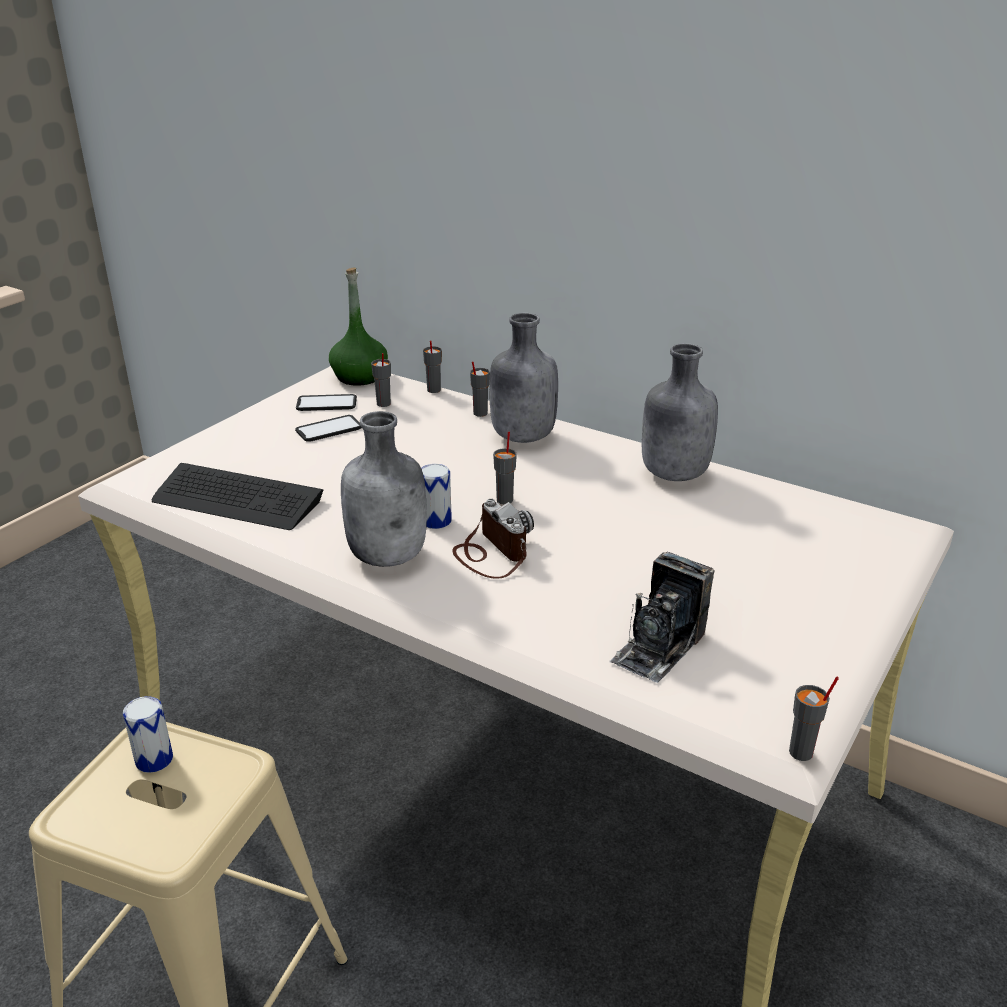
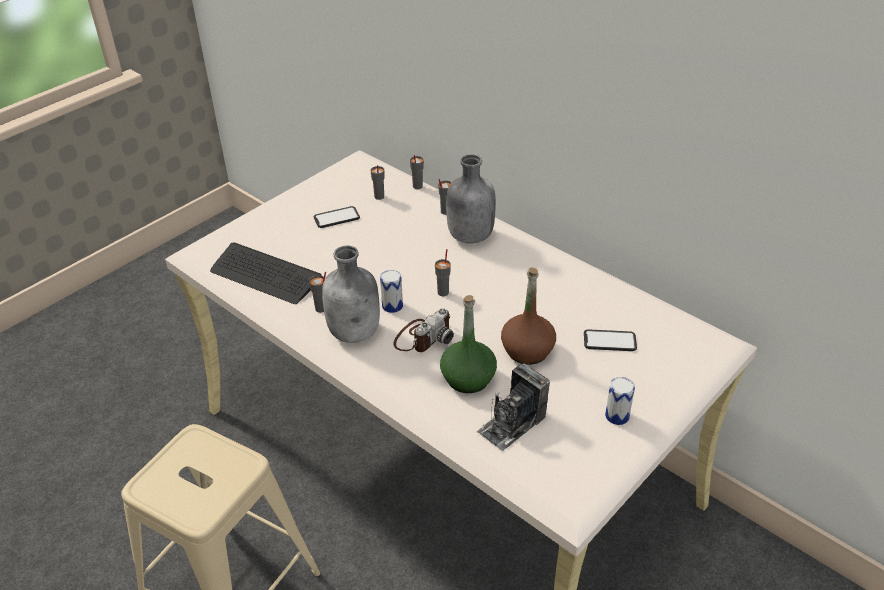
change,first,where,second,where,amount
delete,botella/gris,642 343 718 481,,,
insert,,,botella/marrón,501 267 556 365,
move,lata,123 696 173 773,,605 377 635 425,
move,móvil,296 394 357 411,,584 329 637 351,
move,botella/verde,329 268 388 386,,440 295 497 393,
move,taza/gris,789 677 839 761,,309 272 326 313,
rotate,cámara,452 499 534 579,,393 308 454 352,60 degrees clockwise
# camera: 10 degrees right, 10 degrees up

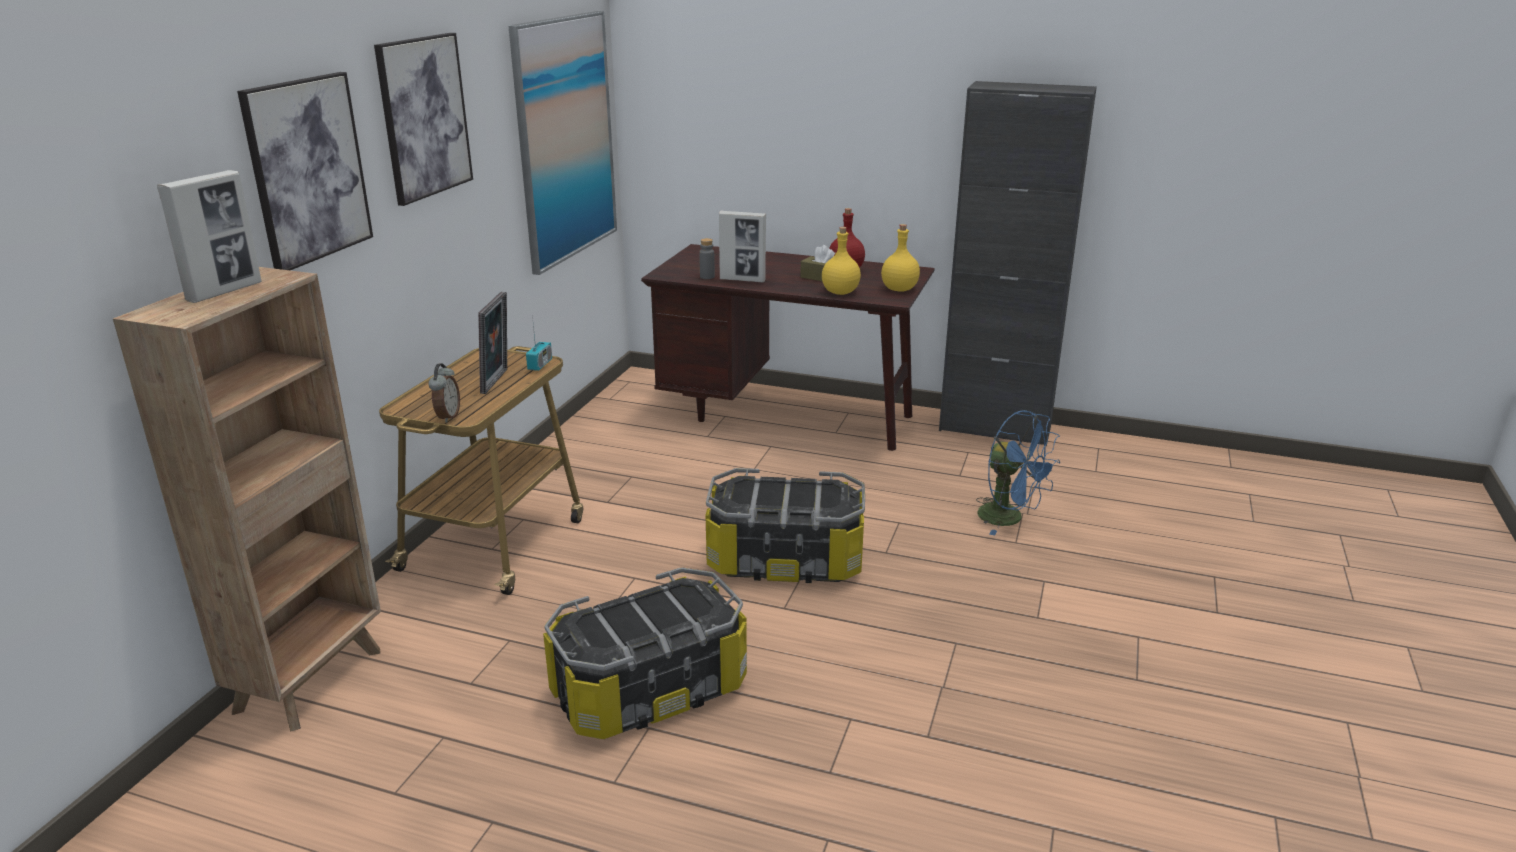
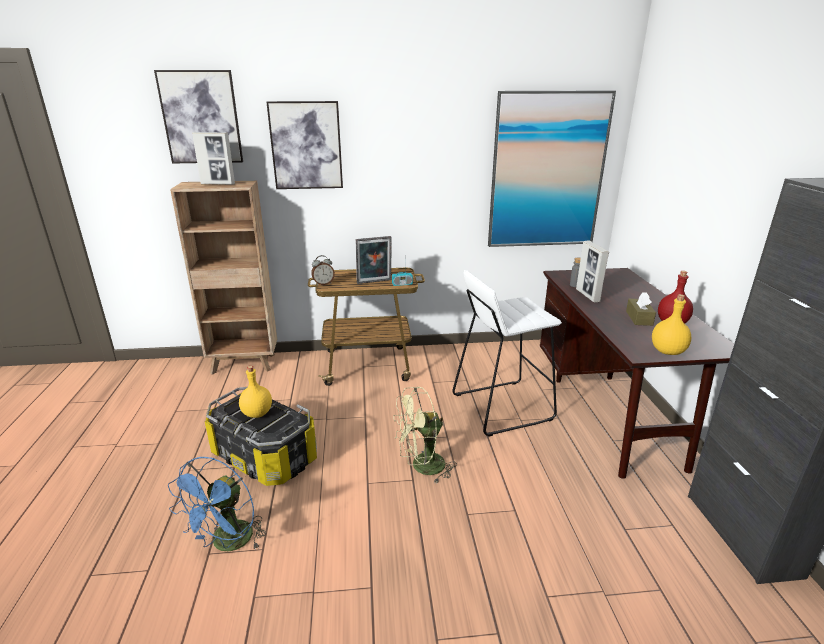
change,first,where,second,where,amount
insert,,,taburete/blanco,452 270 562 437,
move,cuadro,374 33 473 206,,154 70 243 164,
move,botella/amarillo,822 227 861 295,,239 366 272 418,
move,ventilador/azul,976 410 1060 535,,168 457 266 551,
replace,caja de almacenaje,706 468 865 583,ventilador/verde,393 387 457 484,
# camera: 65 degrees right, 0 degrees up

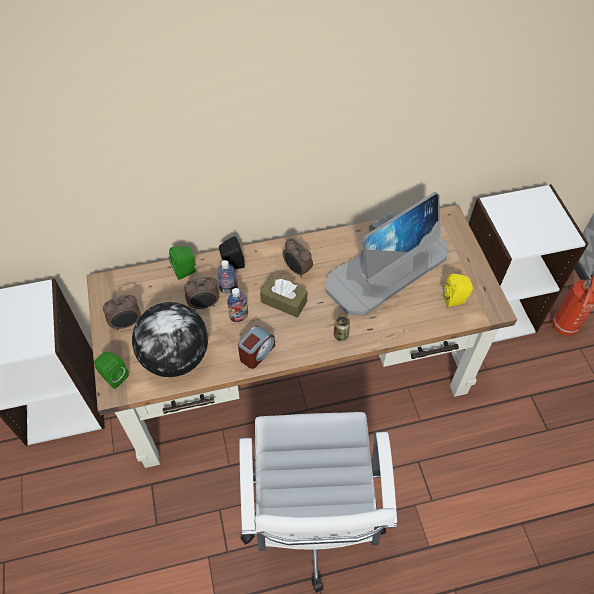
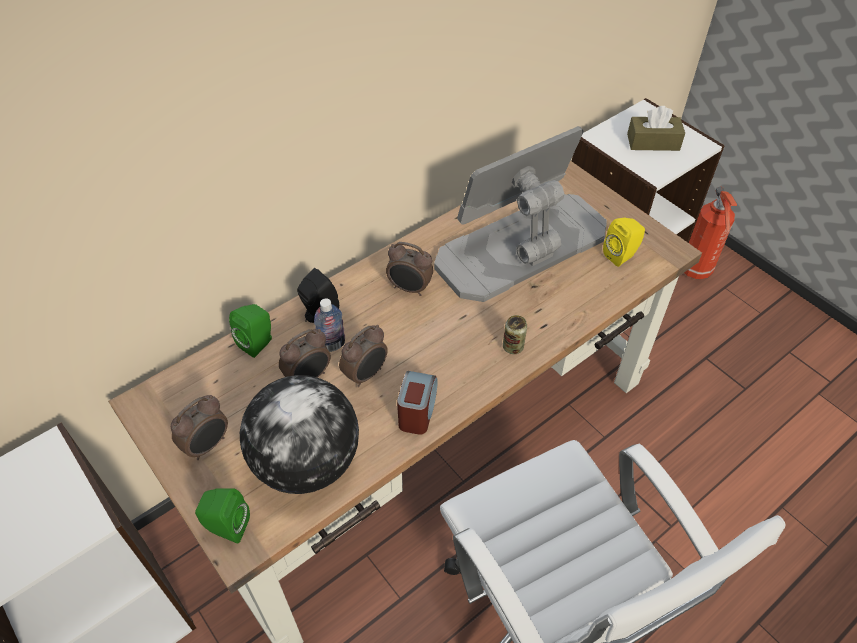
change,first,where,second,where,amount
move,caja de pañuelos/marrón,260 276 307 318,,627 106 685 151,
replace,botella,227 288 248 322,despertador,339 325 388 387,
rotate,monitor,325 192 447 316,,434 126 607 302,150 degrees counterclockwise
# camera: 25 degrees left, 5 degrees down

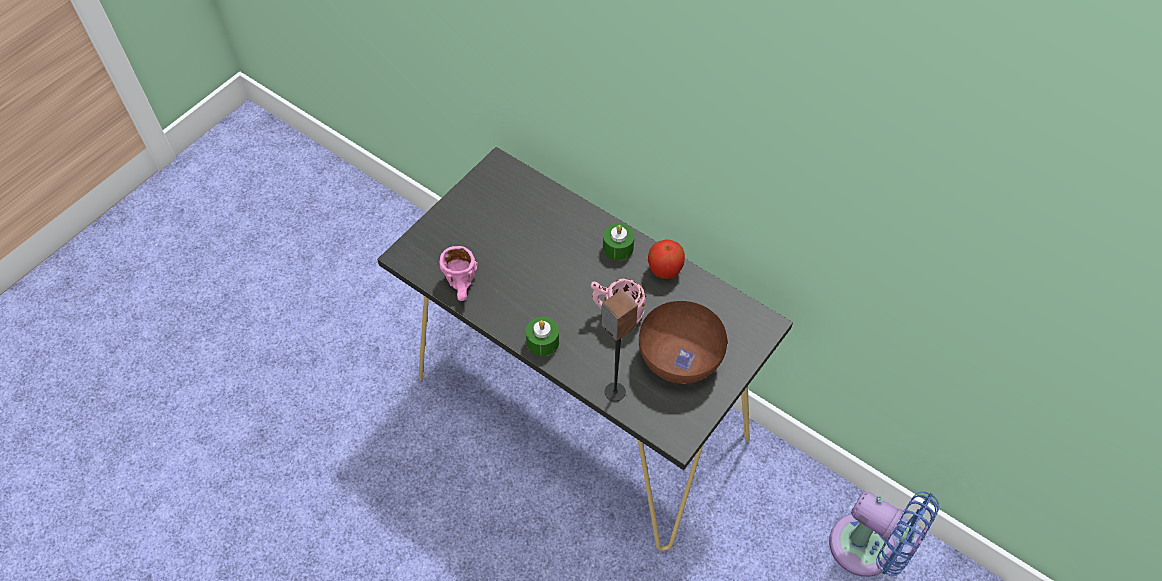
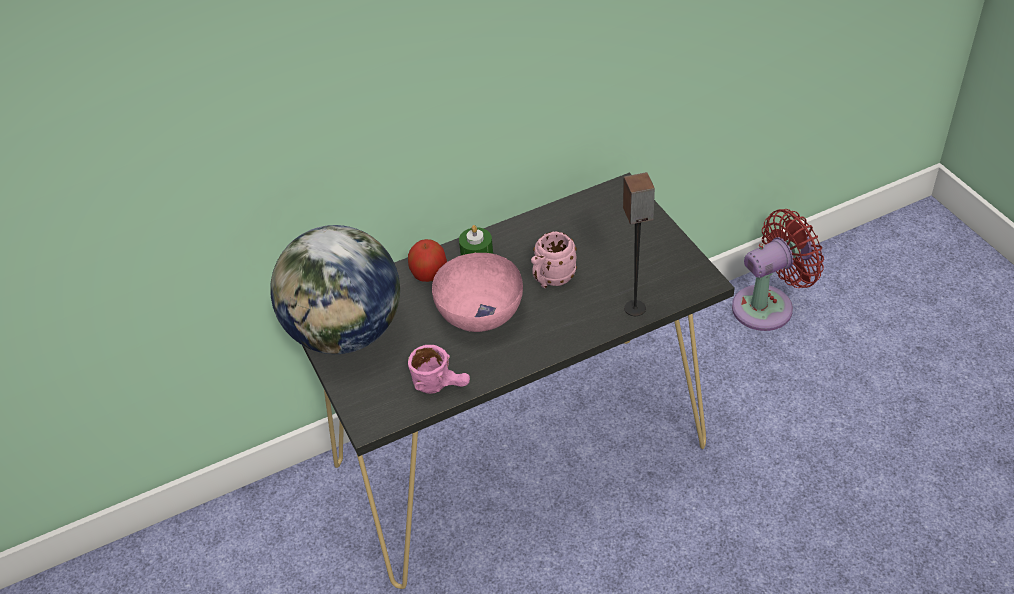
change,first,where,second,where,amount
delete,vela/verde,526 317 559 356,,,
delete,cuenco/marrón,639 301 727 384,,,
insert,,,globo terráqueo,270 225 400 354,
insert,,,cuenco/rosa,432 253 523 332,
move,manzana,648 239 685 279,,408 239 447 282,
recolor,ventilador/azul,829 492 939 577,ventilador/rojo,732 209 824 331,
# camera: 60 degrees left, 10 degrees down

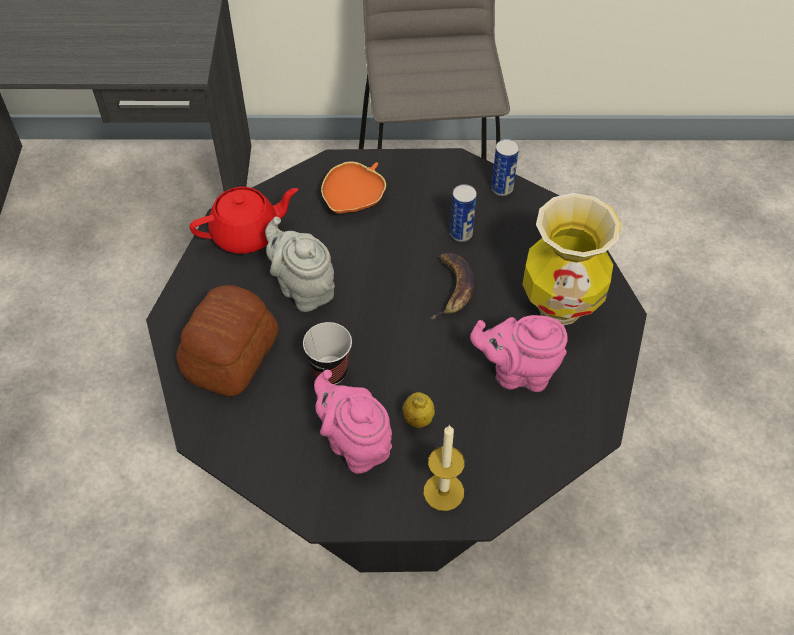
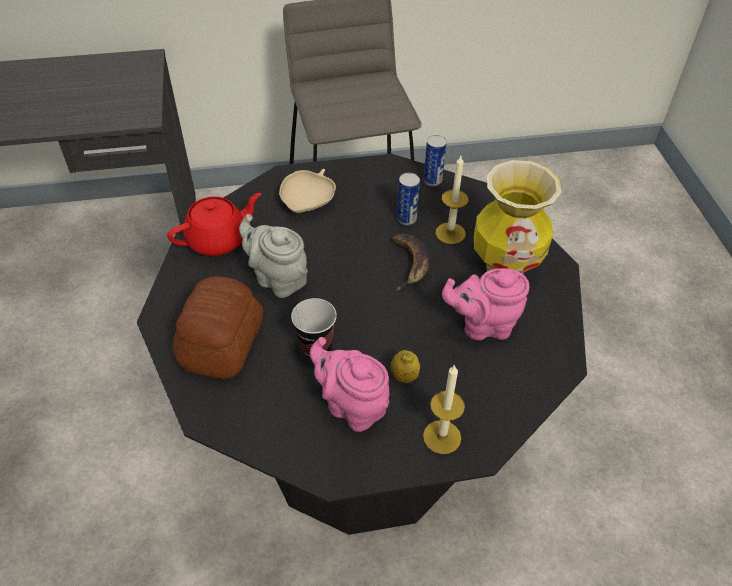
change,first,where,second,where,amount
insert,,,vela,436 156 469 244,
recolor,cuenco/naranja,321 162 386 214,cuenco/beis,279 169 336 213,
# camera: 10 degrees left, 5 degrees down

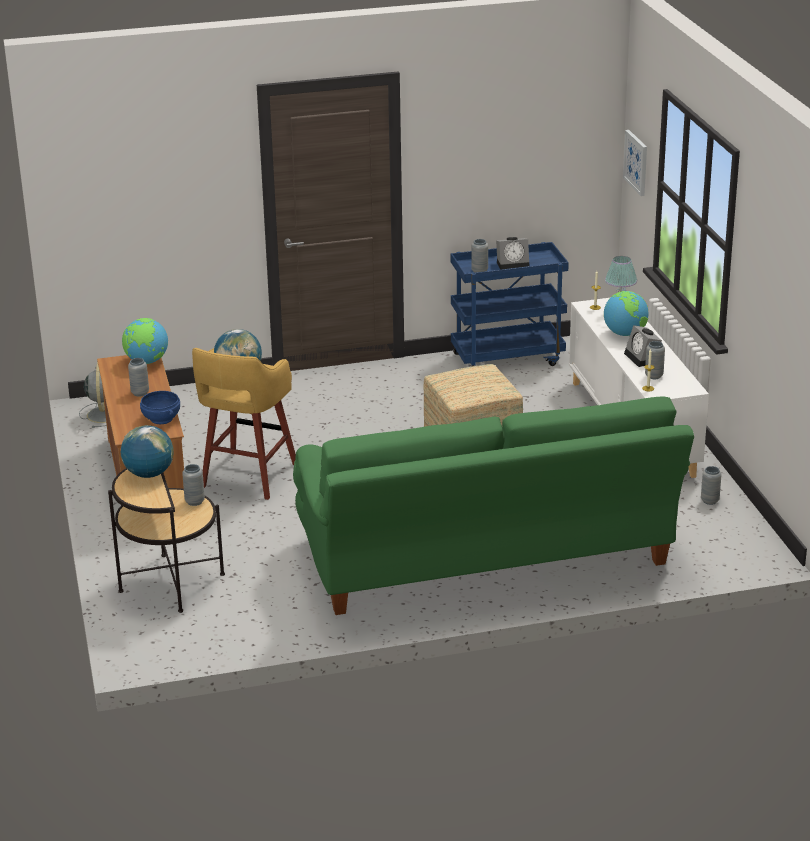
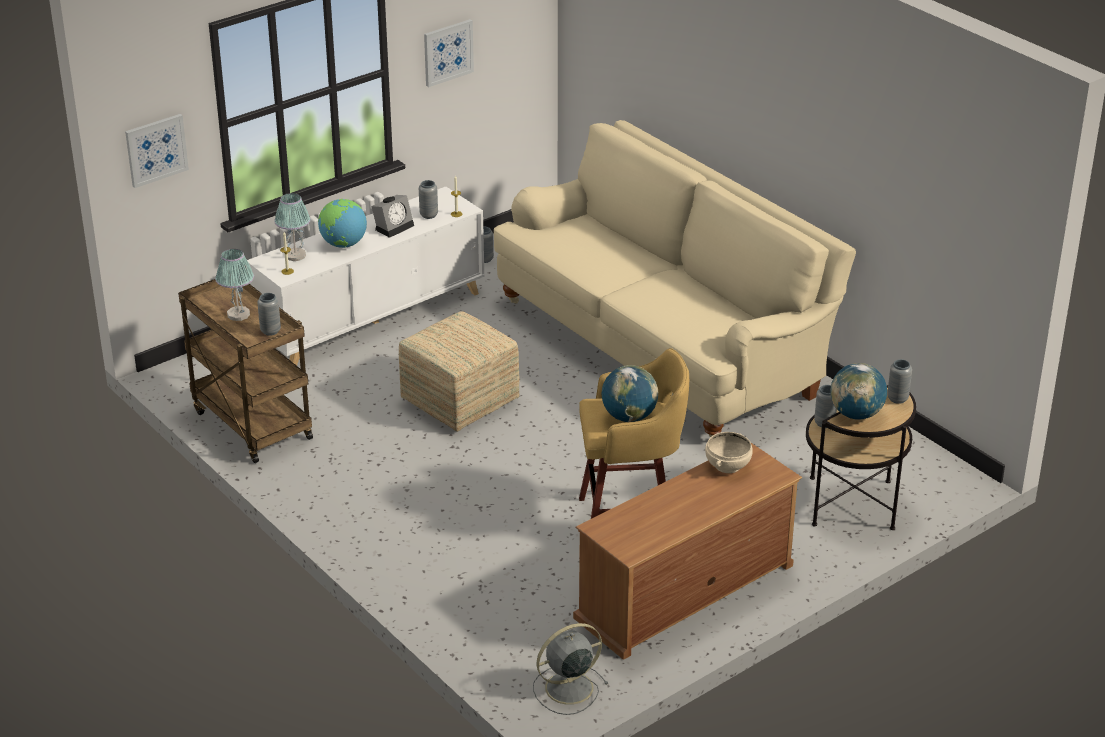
change,first,where,second,where,amount
delete,globo terráqueo,122 318 168 364,,,
insert,,,cuadro,424 19 474 87,
move,florero/gris,128 358 149 397,,887 359 912 404,
replace,despertador,496 237 529 270,lámpara de mesa,215 249 254 321,
recolor,cuenco/azul,140 391 180 424,cuenco/beis,705 432 753 473,
recolor,sofá/verde,293 397 694 615,sofá/beis,494 120 856 437,
recolor,carrito/azul,451 242 569 366,carrito/marrón,178 279 313 463,
# camera: 115 degrees left, 5 degrees up

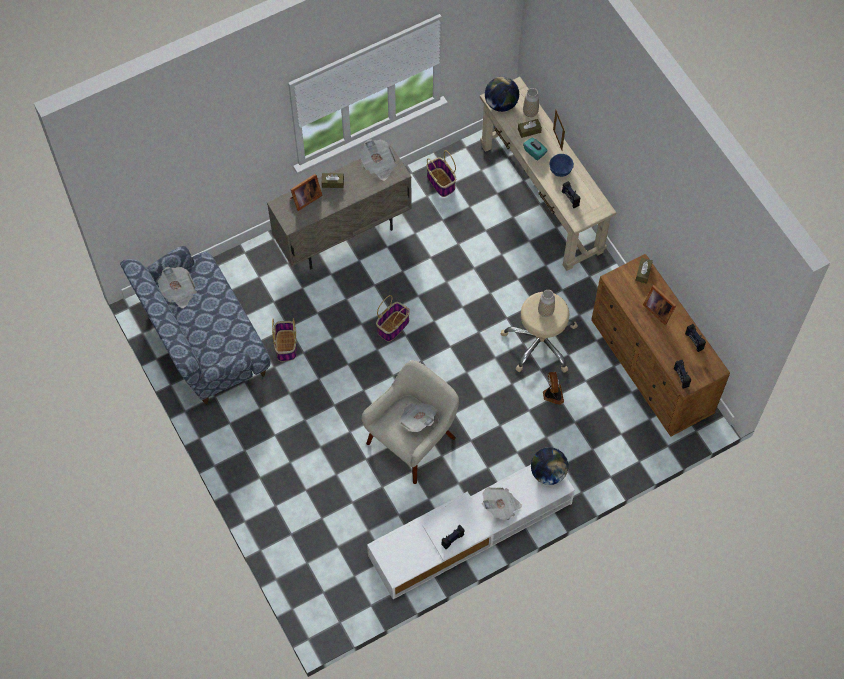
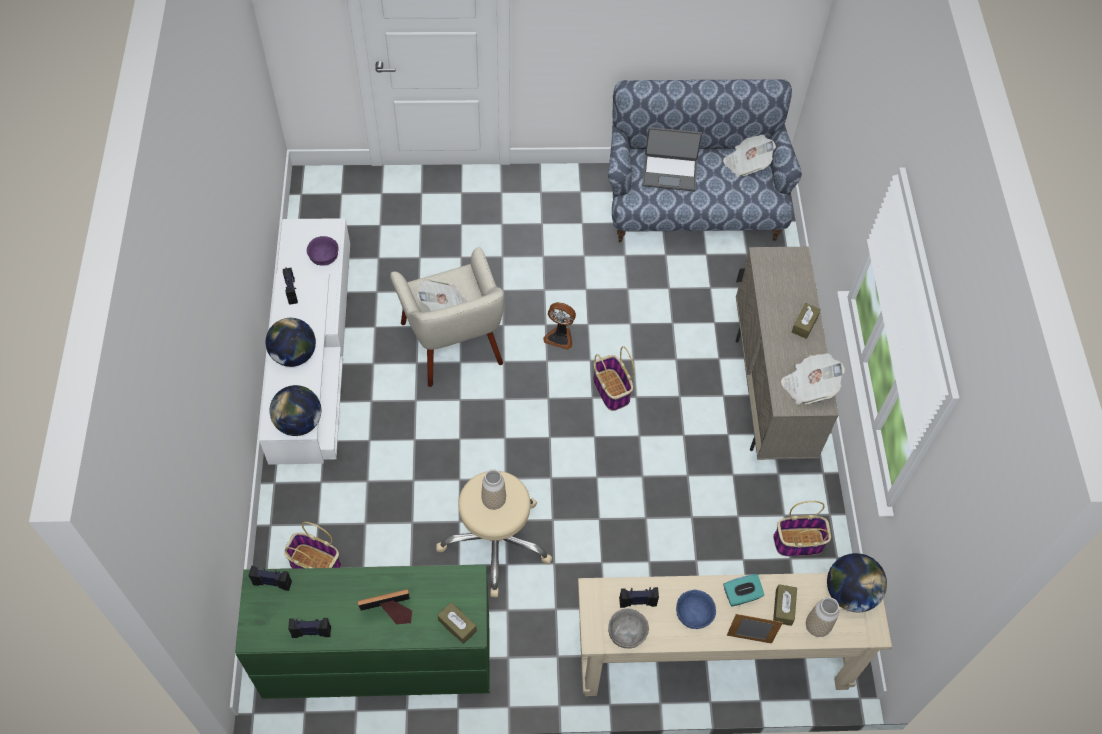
change,first,where,second,where,amount
delete,portarretratos,290 174 323 211,,,
insert,,,cuenco/morado,307 236 338 266,
insert,,,cuenco/gris,608 608 649 649,
insert,,,portátil,642 127 702 191,
move,cesta,272 318 297 362,,284 522 341 569,
move,ventilador,543 372 564 405,,543 302 576 350,
replace,periódico,482 487 522 520,globo terráqueo,266 318 316 367,
recolor,cómoda/marrón,591 254 730 437,cómoda/verde,235 565 490 699,
# camera: 115 degrees right, 5 degrees down

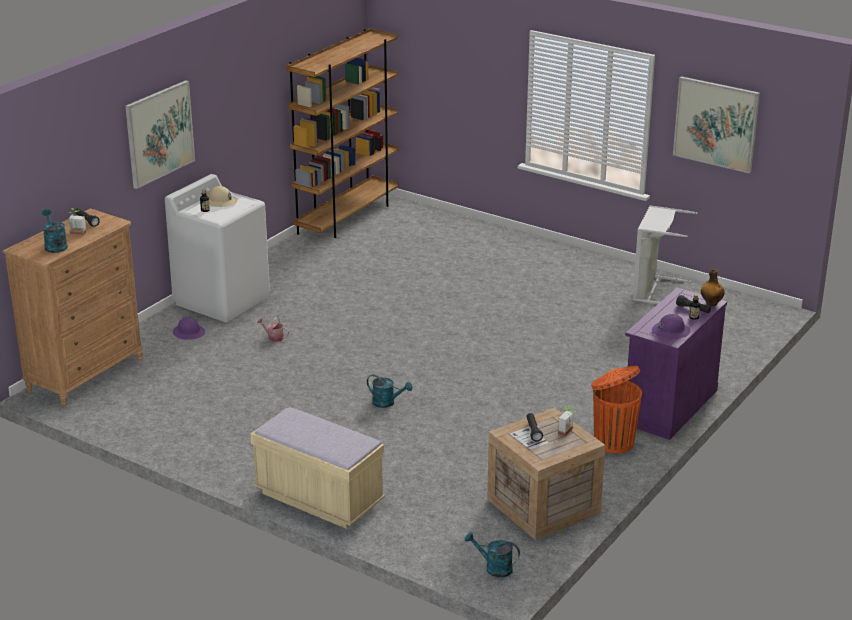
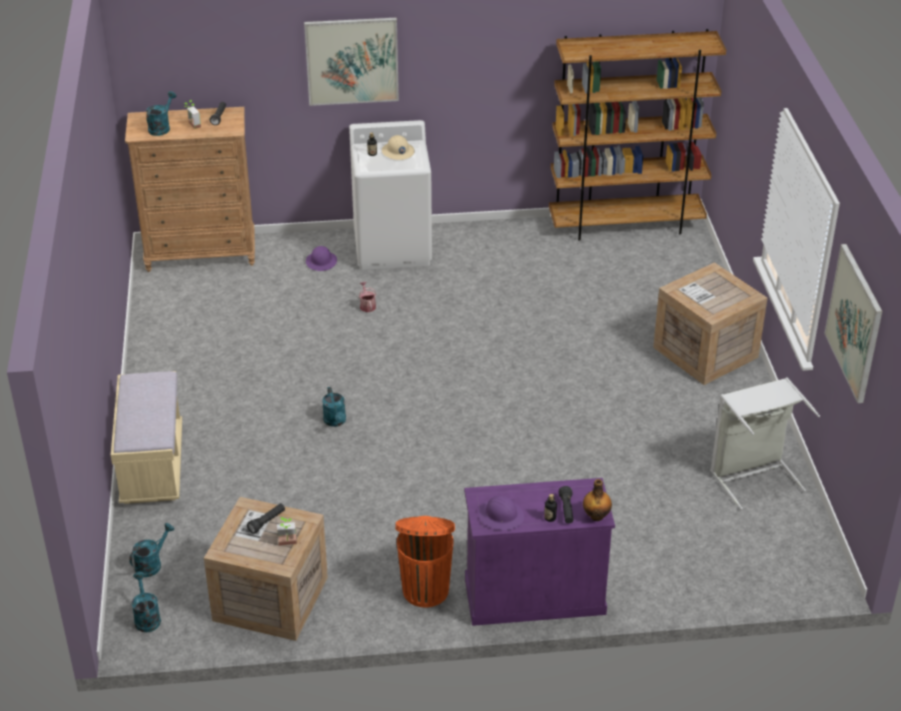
change,first,where,second,where,amount
insert,,,regadera/turquesa,129 523 174 577,
insert,,,caja de embalaje,653 262 768 385,
# camera: 50 degrees right, 10 degrees up

